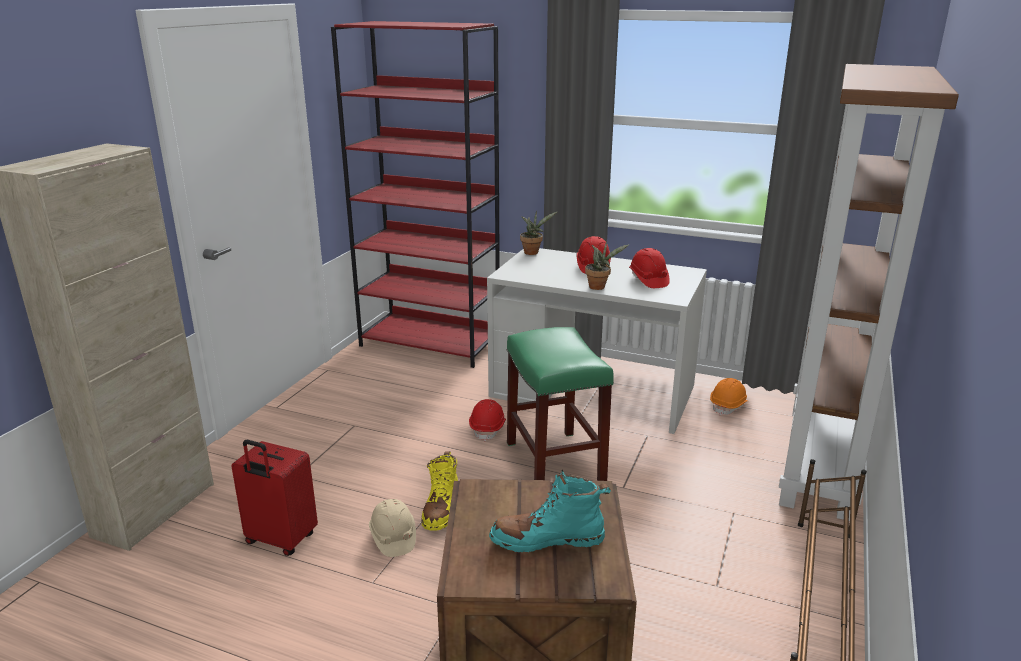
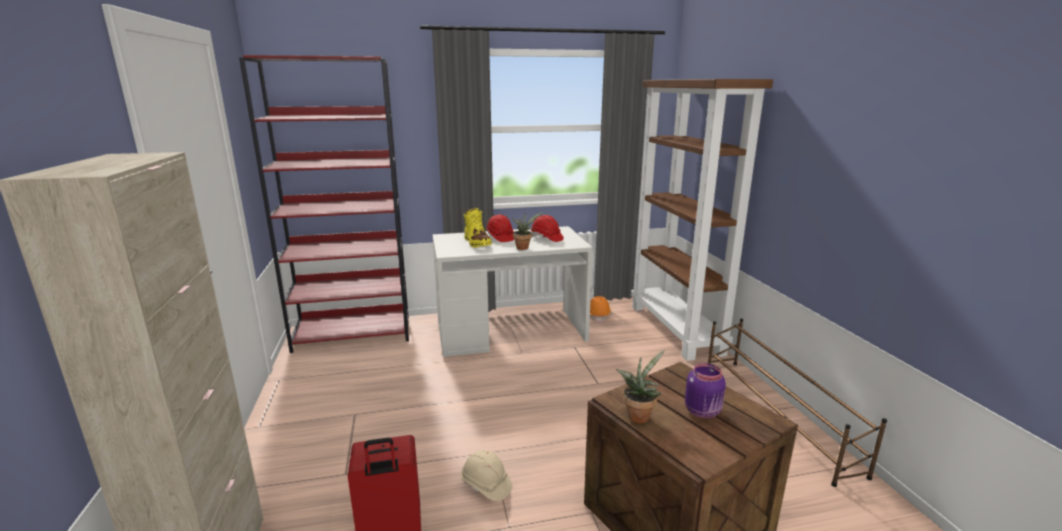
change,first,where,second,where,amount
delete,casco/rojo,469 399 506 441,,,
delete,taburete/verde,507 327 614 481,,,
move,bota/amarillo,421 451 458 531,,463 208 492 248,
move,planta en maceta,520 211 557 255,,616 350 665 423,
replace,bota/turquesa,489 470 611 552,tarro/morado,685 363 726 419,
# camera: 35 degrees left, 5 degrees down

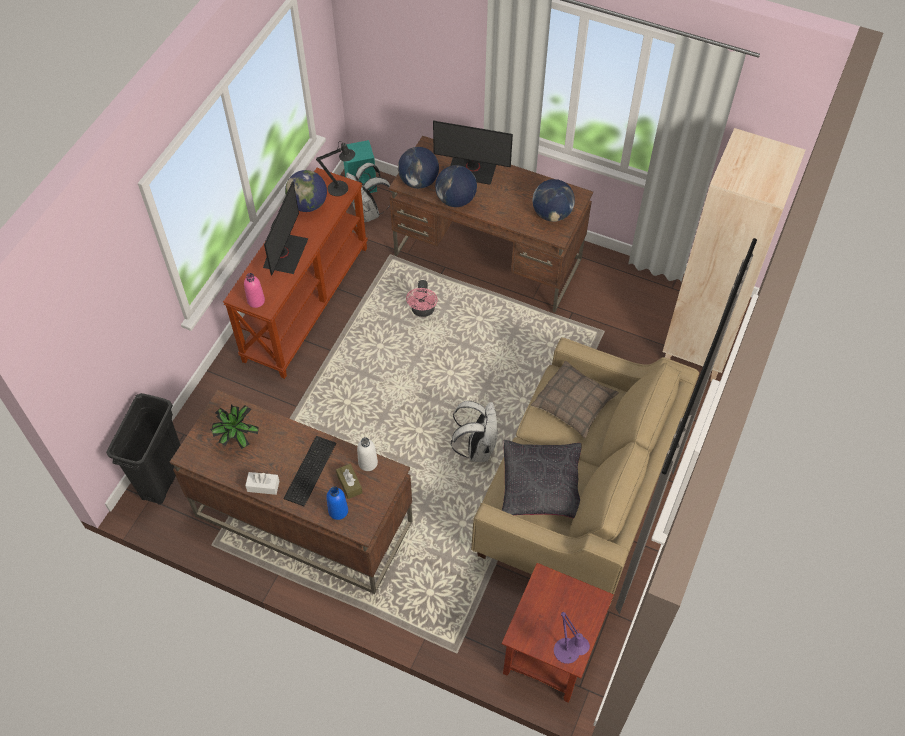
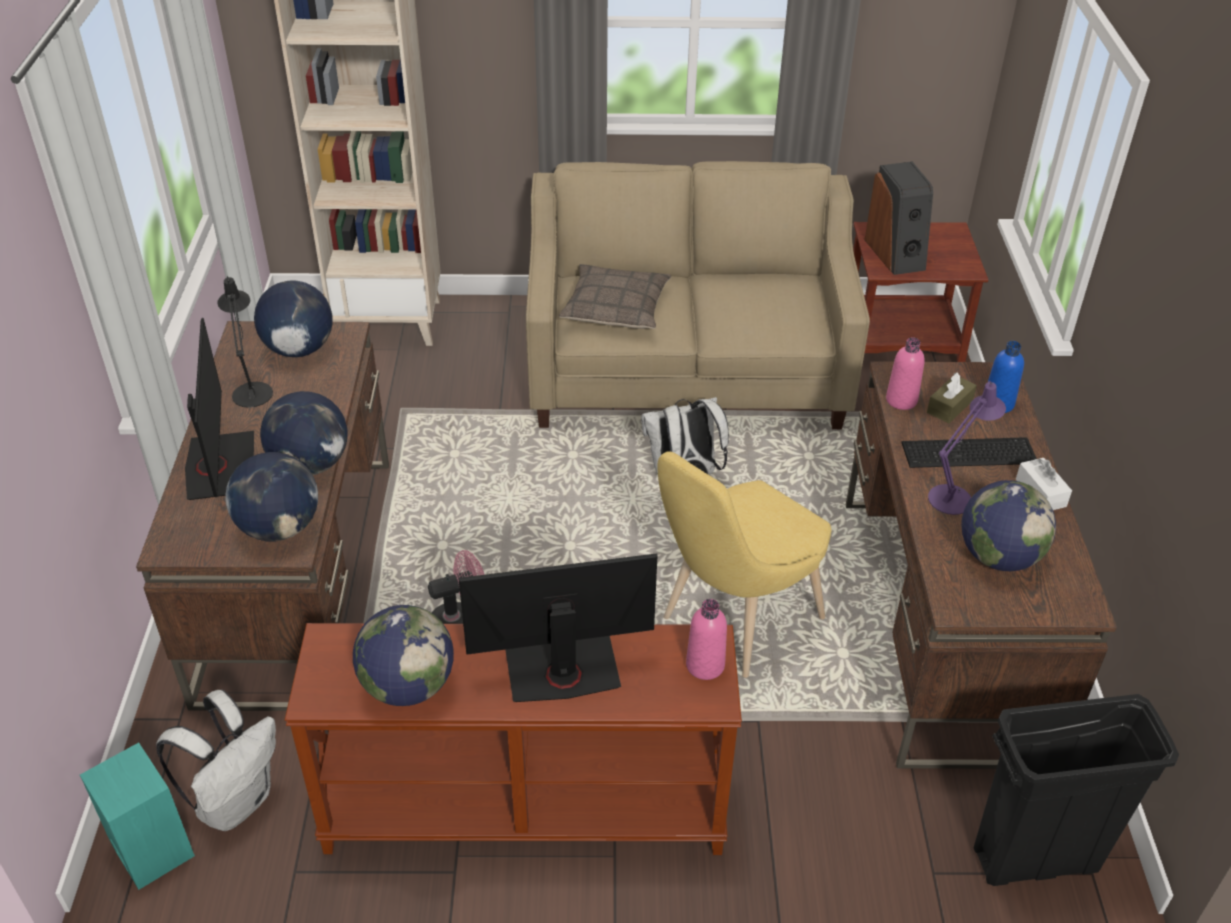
change,first,where,second,where,amount
delete,cojín/negro,502 440 582 518,,,
insert,,,silla/amarillo,657 451 832 678,
insert,,,altavoz,864 162 933 275,
move,lámpara de mesa/negro,316 141 355 196,,217 276 273 408,
move,lámpara de mesa/morado,554 612 590 664,,928 381 1006 515,
replace,planta en maceta,210 405 259 449,globo terráqueo,961 480 1056 571,
recolor,botella/blanco,357 437 378 471,botella/rosa,886 337 925 410,
# camera: 115 degrees left, 15 degrees down

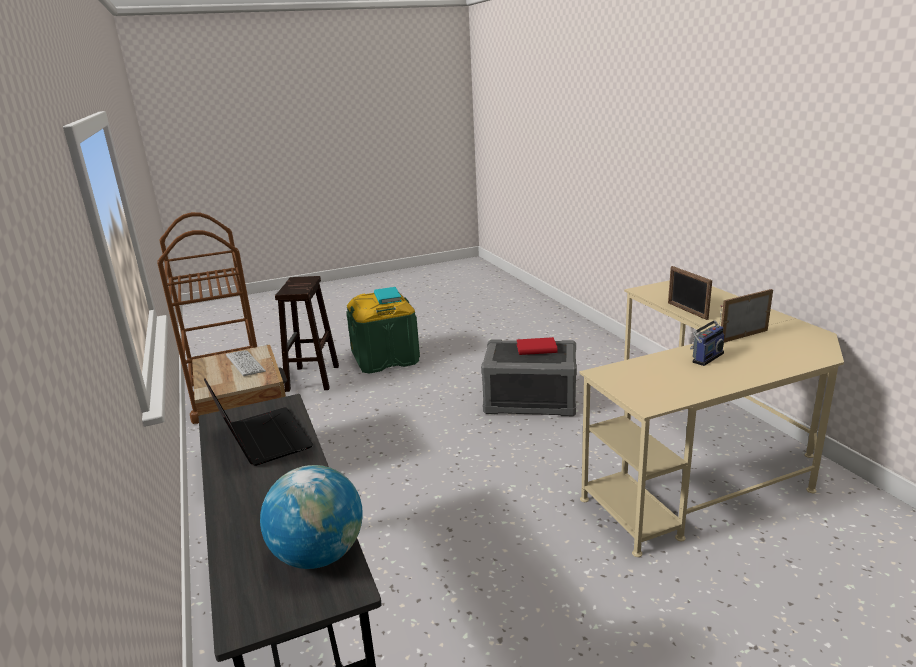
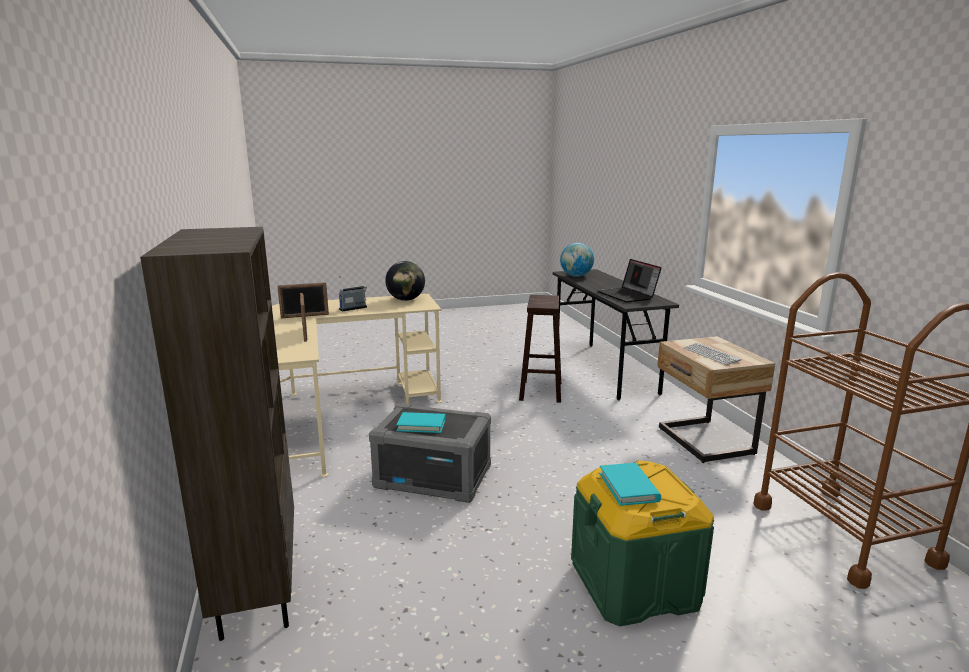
change,first,where,second,where,amount
insert,,,estantería/marrón,140 227 294 641,
insert,,,globo terráqueo,385 261 425 301,
move,taburete/marrón,275 276 339 392,,519 295 561 403,
recolor,libro/rojo,517 337 558 355,libro/turquesa,396 412 446 433,
# camera: 175 degrees left, 5 degrees down

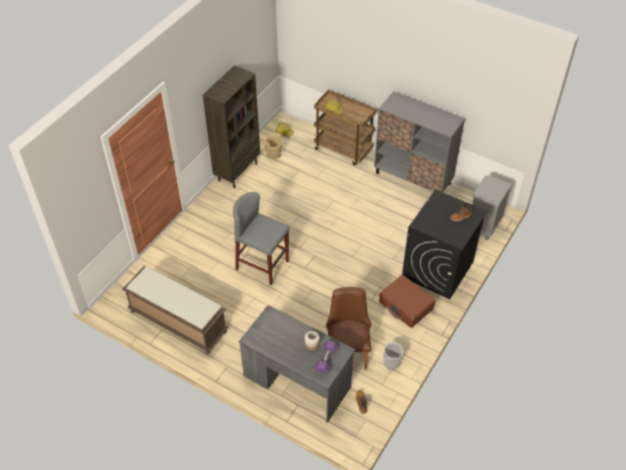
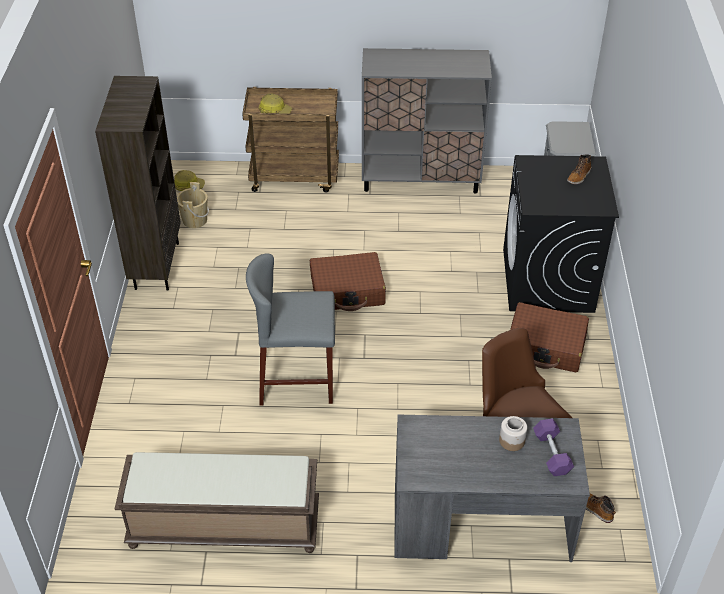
change,first,where,second,where,amount
delete,cubo,383 343 404 370,,,
insert,,,maleta/marrón,310 252 386 311,
# camera: 30 degrees left, 5 degrees down

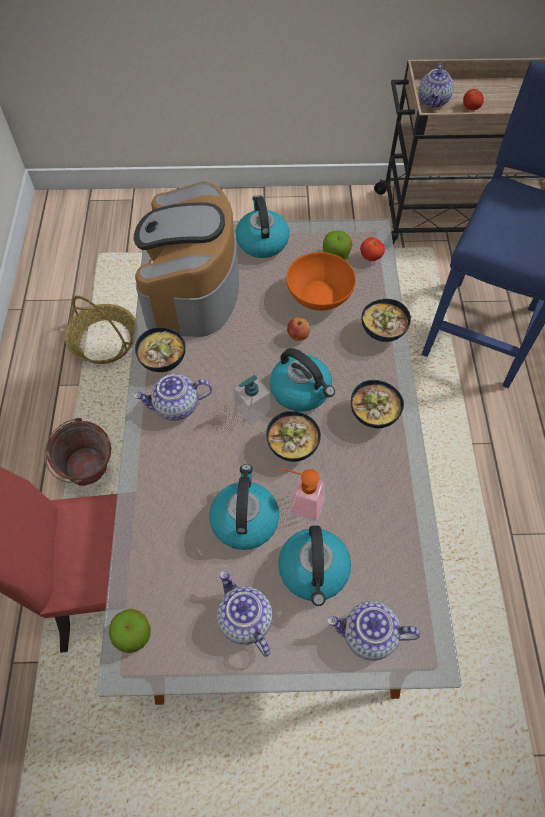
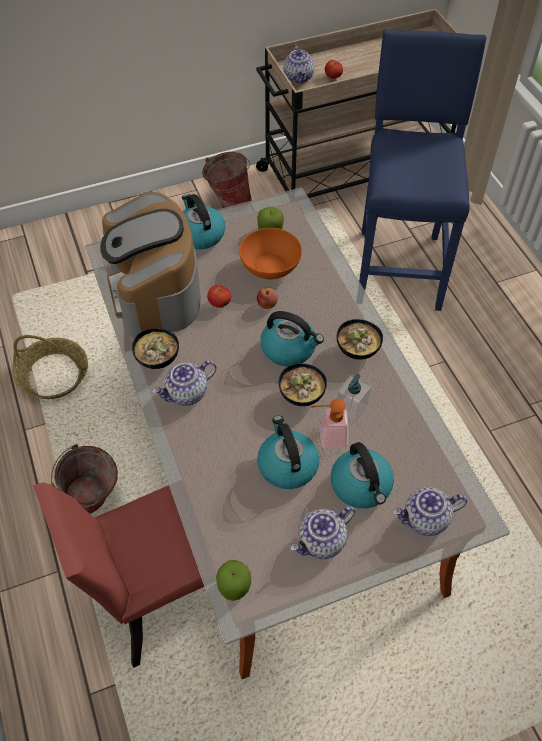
change,first,where,second,where,amount
delete,cuenco,361 299 411 342,,,
insert,,,cubo,202 152 252 208,
move,dispensador de jabón,233 375 270 425,,337 374 371 422,
move,tomate,360 237 385 261,,207 285 231 308,
rotate,tetera,217 570 272 657,,290 506 355 559,75 degrees counterclockwise
# camera: 20 degrees left, 5 degrees down

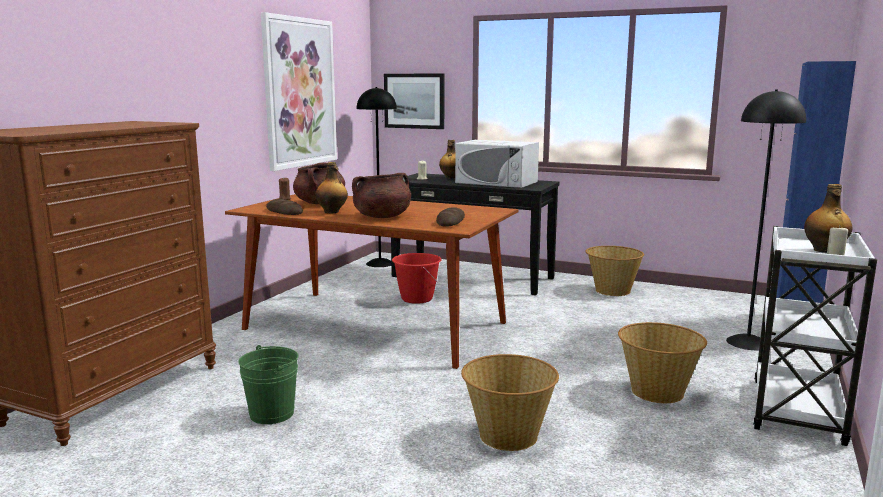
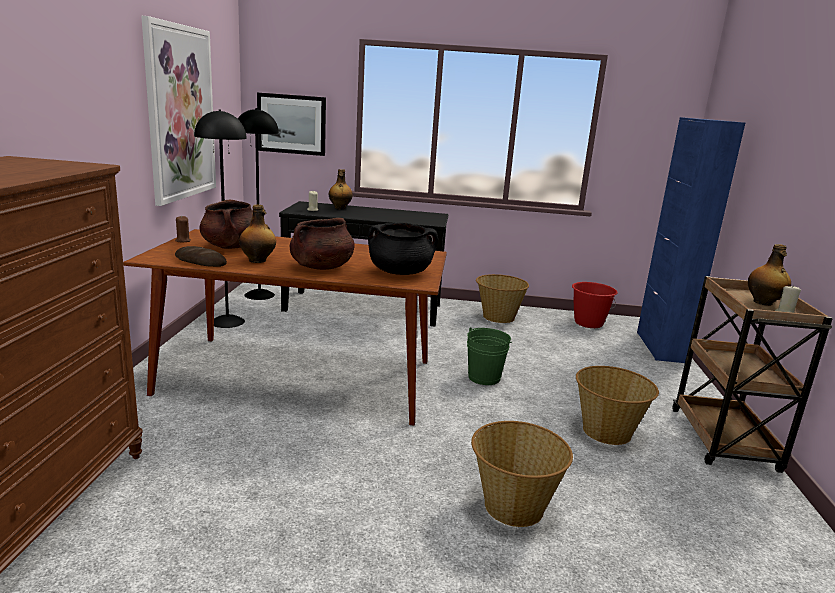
change,first,where,second,where,amount
delete,microondas/blanco,455 140 539 188,,,
move,cubo/verde,239 345 298 424,,467 328 512 385,
move,cubo/rojo,392 253 442 304,,572 282 618 328,
move,lámpara de pie/negro,726 89 806 350,,194 110 247 328,
replace,pan,436 208 465 227,olla/negro,368 223 438 275,
recolor,carrito/blanco,753 226 877 446,carrito/marrón,672 276 833 473,
# camera: 20 degrees left, 5 degrees up

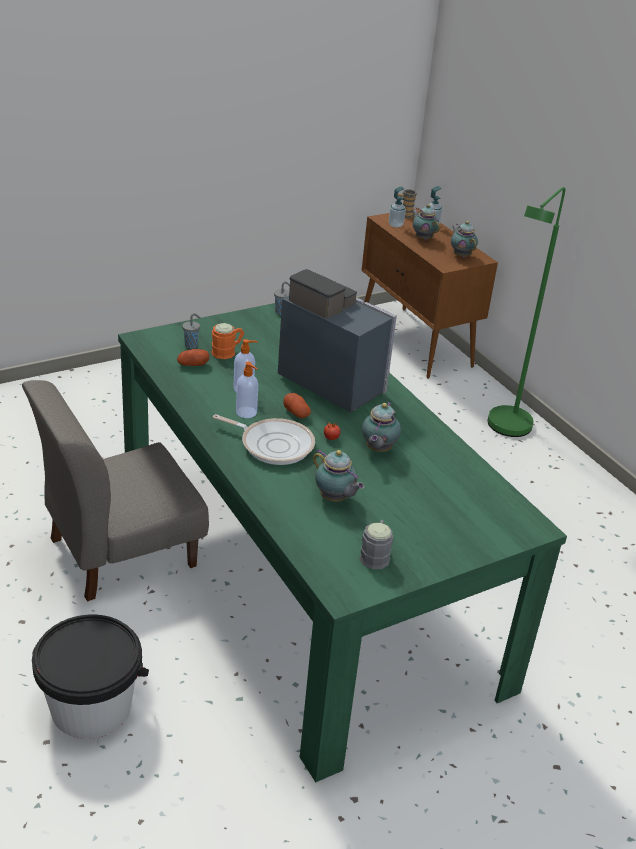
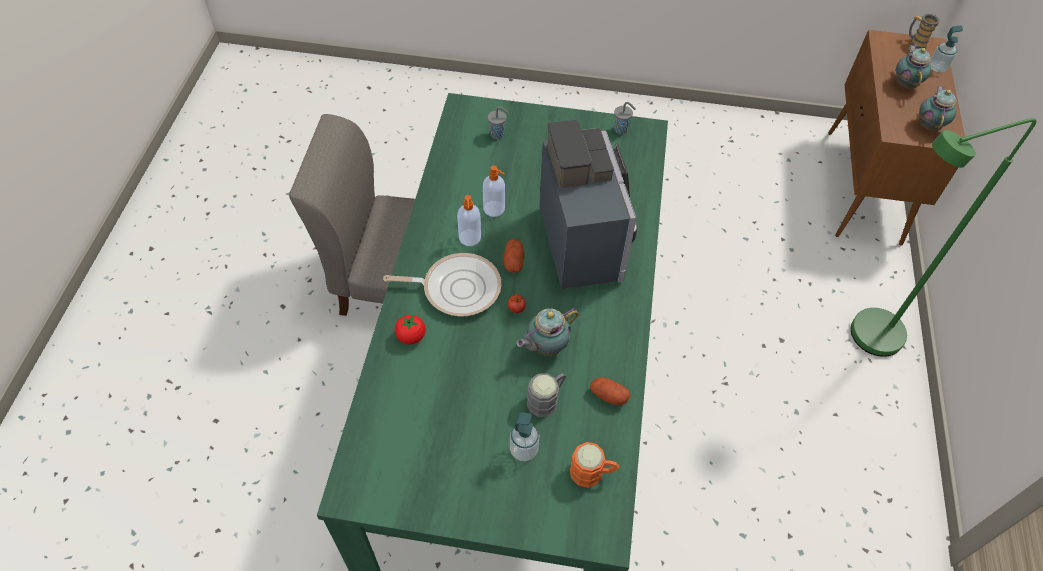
change,first,where,second,where,amount
delete,cubo/negro,32 614 149 739,,,
delete,tetera,313 449 364 502,,,
insert,,,tomate,395 315 426 345,
move,patata,177 349 209 366,,590 377 631 405,
move,taza grande/naranja,211 323 244 359,,570 442 619 488,
move,taza grande/gris,359 520 393 569,,526 373 567 417,
move,dispensador de jabón,389 186 406 228,,510 412 540 461,
rotate,sartén,213 414 315 465,,383 253 501 316,60 degrees counterclockwise
# camera: 40 degrees right, 20 degrees up

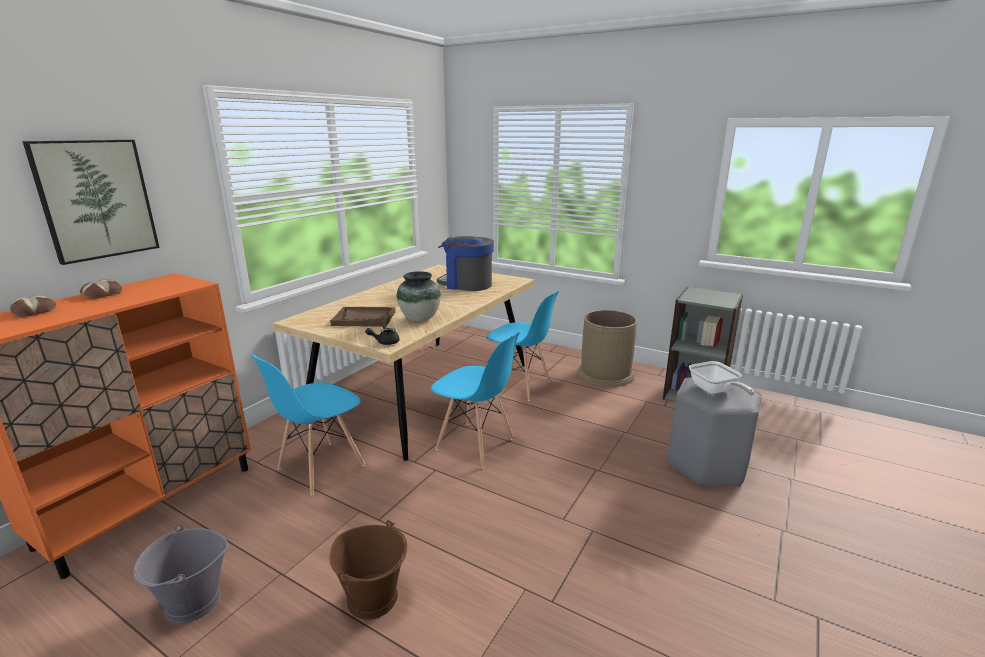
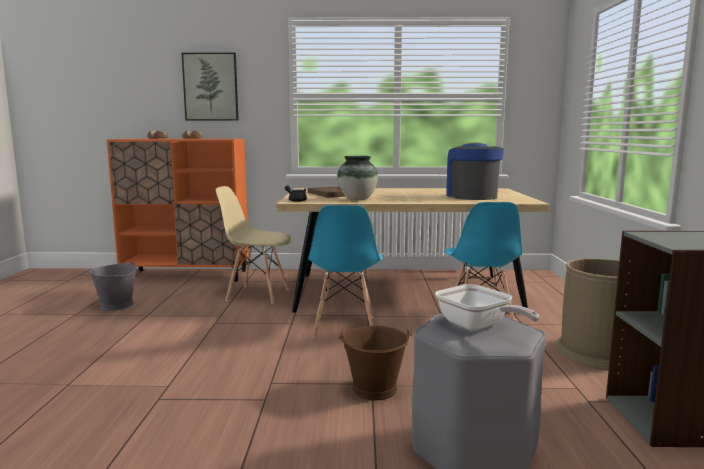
change,first,where,second,where,amount
move,cubo/marrón,330 520 407 620,,339 325 412 400,
recolor,silla/azul,250 353 365 495,silla/beis,216 186 291 304,
rotate,sartén,689 361 755 396,,435 284 540 331,75 degrees counterclockwise
# camera: 60 degrees right, 10 degrees down

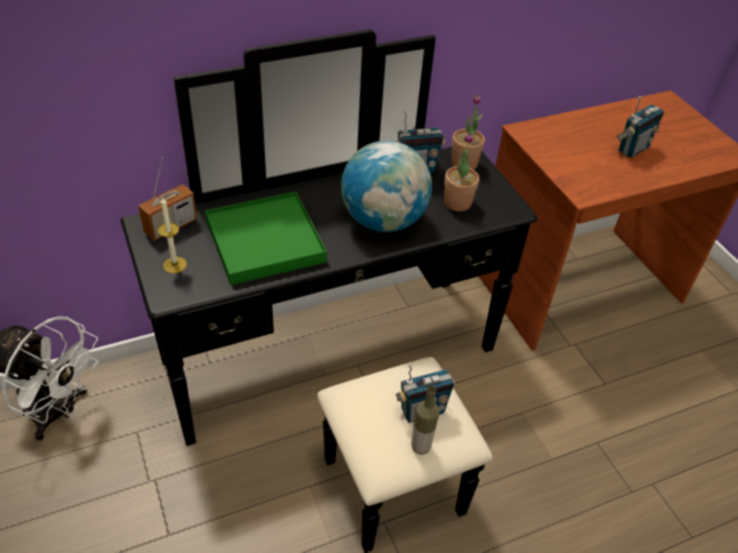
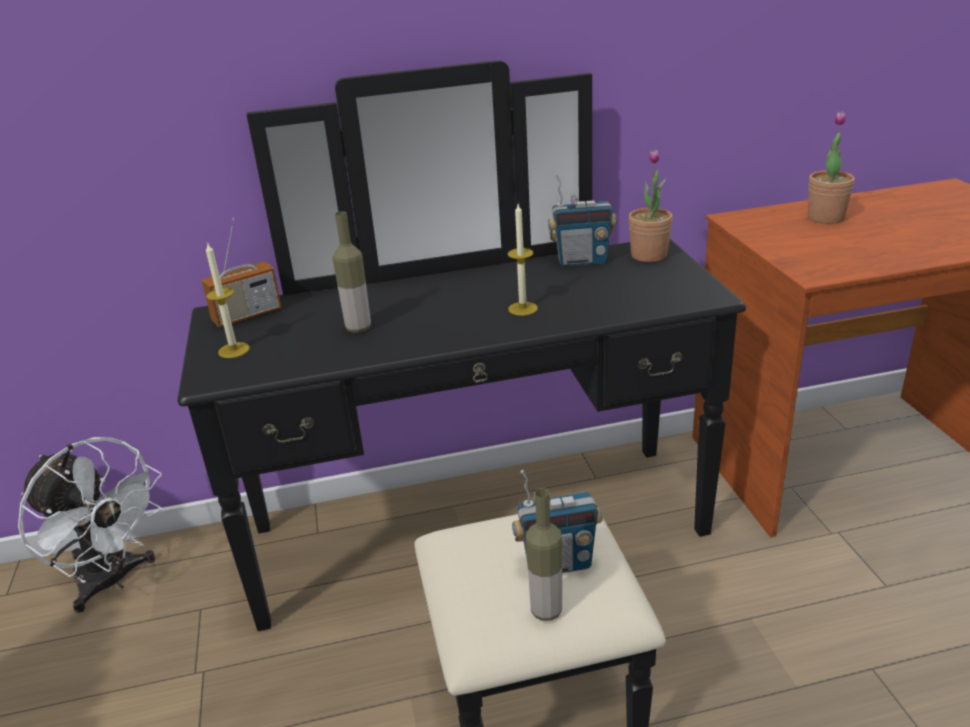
change,first,where,second,where,amount
delete,radio,616 96 664 158,,,
move,planta en maceta,444 132 479 211,,808 111 855 224,
replace,bandeja/verde,205 192 327 285,botella,333 211 371 333,
replace,globo terráqueo,341 140 432 232,vela,507 204 538 316,
# camera: 15 degrees right, 15 degrees down

